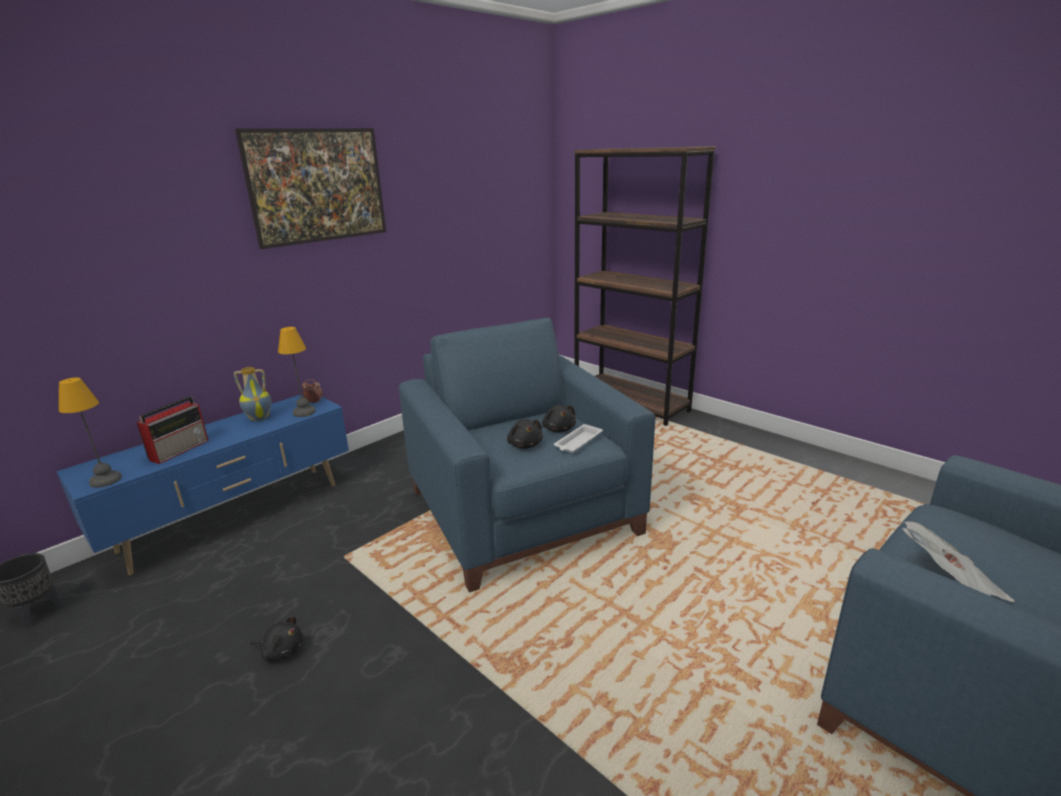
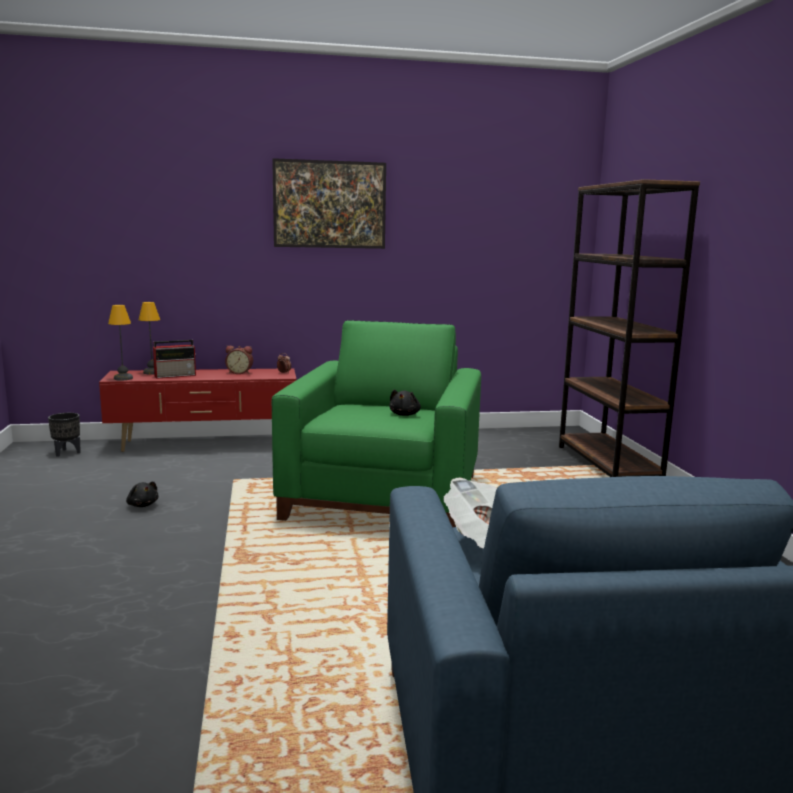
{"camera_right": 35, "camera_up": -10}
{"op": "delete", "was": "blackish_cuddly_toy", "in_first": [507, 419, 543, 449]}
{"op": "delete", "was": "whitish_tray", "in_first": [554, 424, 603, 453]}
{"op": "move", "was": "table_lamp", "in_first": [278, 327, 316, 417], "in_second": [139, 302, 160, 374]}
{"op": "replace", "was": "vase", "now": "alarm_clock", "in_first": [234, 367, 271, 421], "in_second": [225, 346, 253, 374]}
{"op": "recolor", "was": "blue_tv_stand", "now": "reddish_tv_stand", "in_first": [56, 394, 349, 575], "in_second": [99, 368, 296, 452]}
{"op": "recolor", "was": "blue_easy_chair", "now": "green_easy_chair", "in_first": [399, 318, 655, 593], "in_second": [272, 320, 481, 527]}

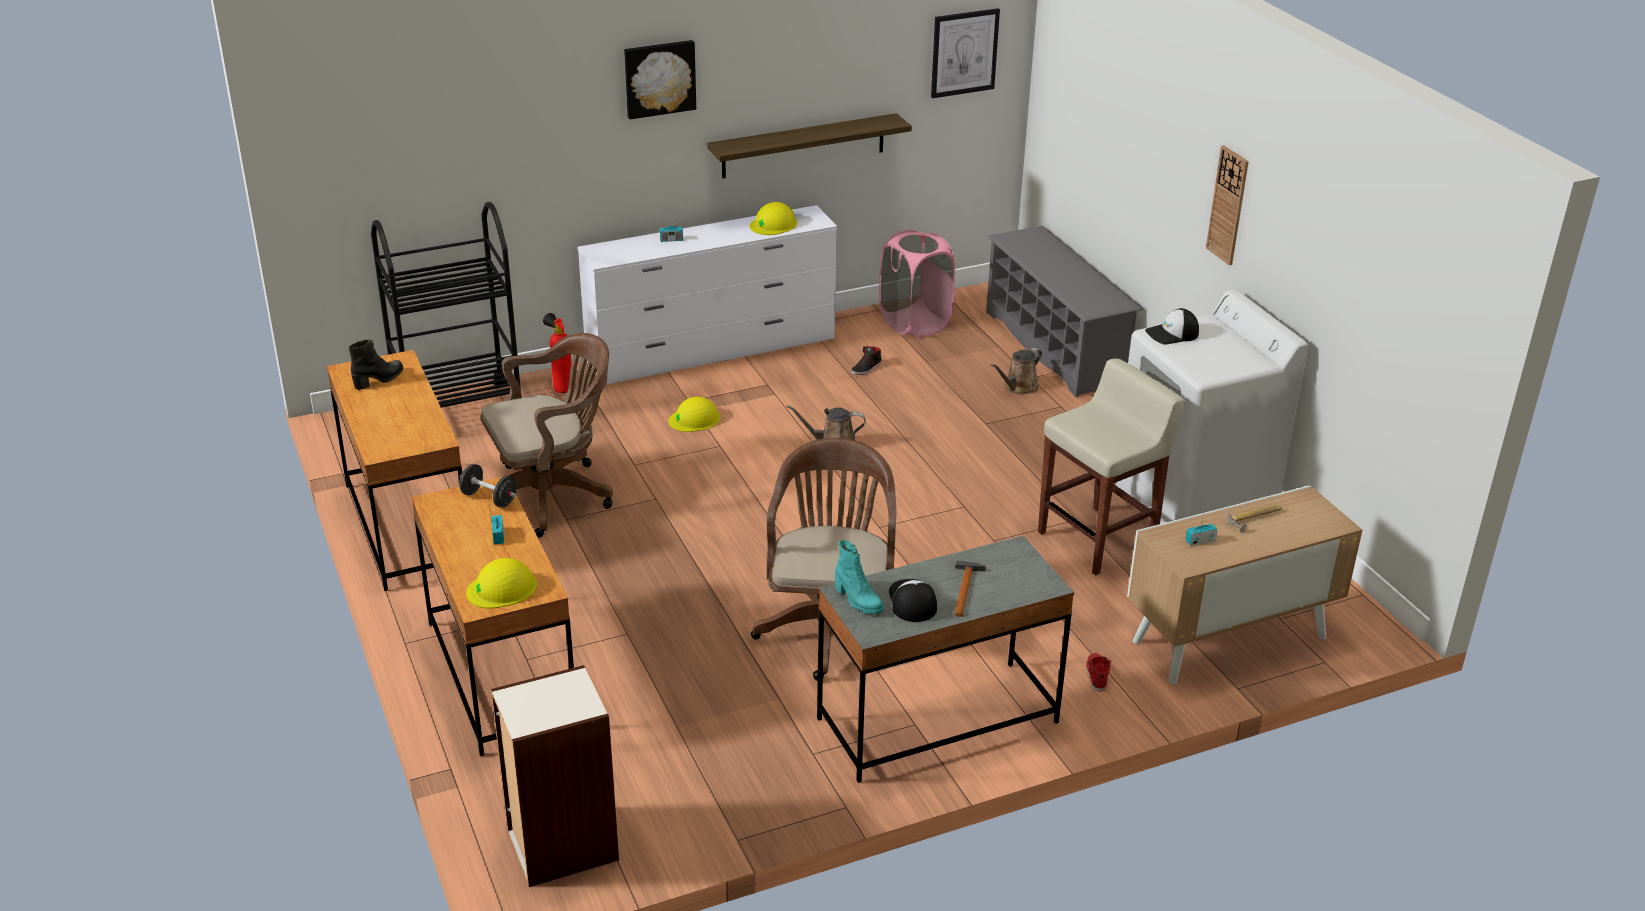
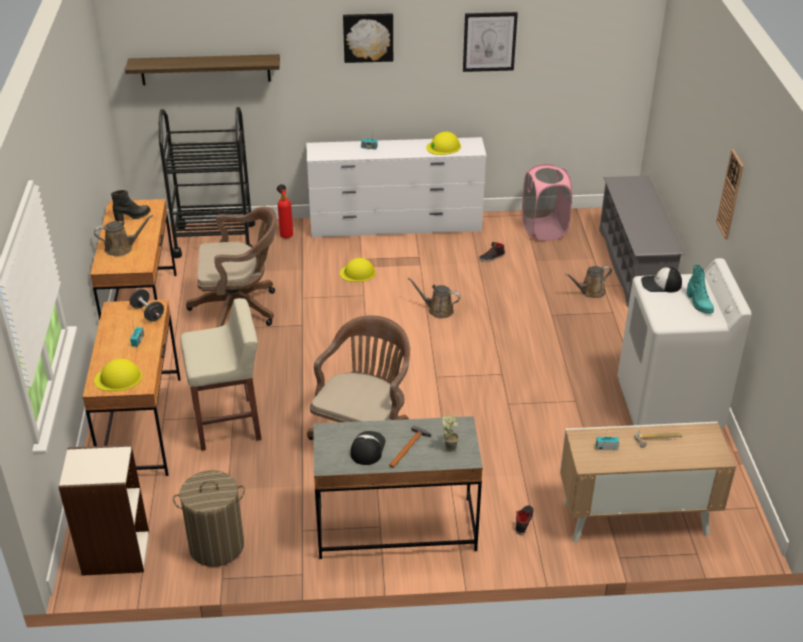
{"camera_right": 20, "camera_up": 5}
{"op": "insert", "now": "brown-coloured_watering_pot", "in_second": [94, 215, 153, 257]}
{"op": "insert", "now": "laundry_basket", "in_second": [173, 470, 245, 567]}
{"op": "insert", "now": "plant_in_a_pot", "in_second": [442, 413, 459, 452]}
{"op": "move", "was": "shelf", "in_first": [707, 113, 912, 178], "in_second": [125, 54, 280, 85]}
{"op": "move", "was": "turquoise_boot", "in_first": [835, 540, 884, 614], "in_second": [686, 264, 714, 314]}
{"op": "move", "was": "picture", "in_first": [931, 8, 1000, 98], "in_second": [463, 12, 518, 72]}
{"op": "move", "was": "beige-coloured_stool_seat", "in_first": [1038, 358, 1186, 575], "in_second": [180, 298, 262, 451]}
{"op": "recolor", "was": "reddish_shoe", "now": "blackish_shoe", "in_first": [1086, 653, 1112, 692], "in_second": [516, 505, 534, 535]}

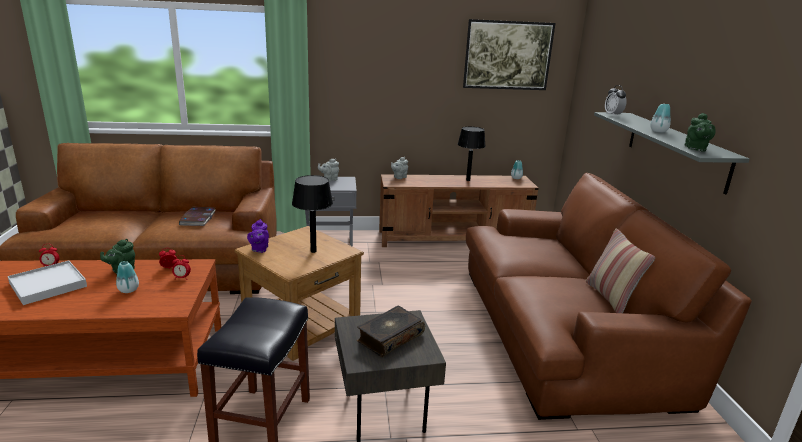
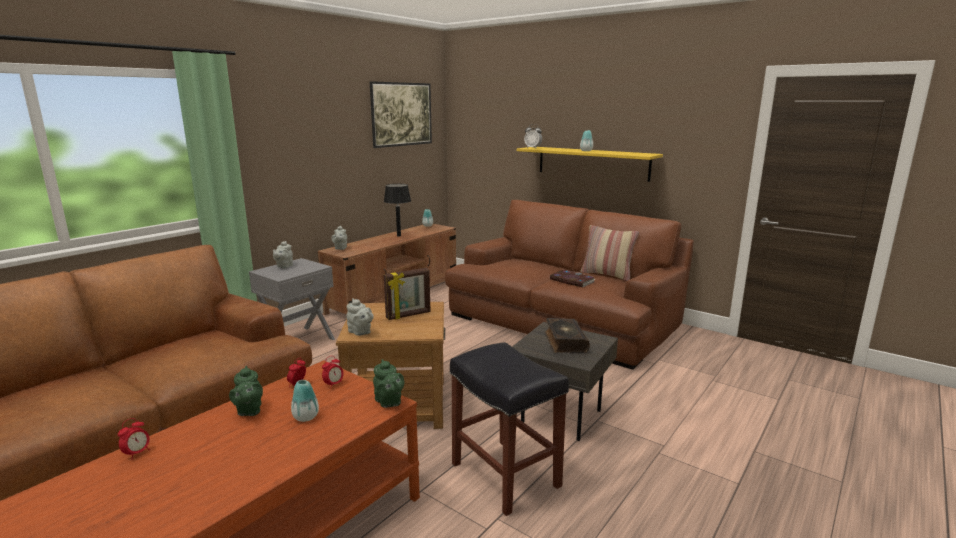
{"camera_right": -45, "camera_up": -5}
{"op": "delete", "was": "whitish_tray", "in_first": [8, 261, 87, 305]}
{"op": "move", "was": "book", "in_first": [179, 207, 215, 226], "in_second": [550, 270, 596, 287]}
{"op": "move", "was": "green_tea_pot", "in_first": [684, 113, 716, 152], "in_second": [373, 359, 404, 408]}
{"op": "replace", "was": "blackish_table_lamp", "now": "standing_frame", "in_first": [292, 175, 333, 253], "in_second": [384, 268, 431, 320]}
{"op": "recolor", "was": "purple-coloured_tea_pot", "now": "gray_tea_pot", "in_first": [247, 219, 269, 253], "in_second": [346, 298, 374, 336]}
{"op": "recolor", "was": "gray_shelf", "now": "yellowish_shelf", "in_first": [594, 112, 750, 195], "in_second": [517, 147, 663, 182]}

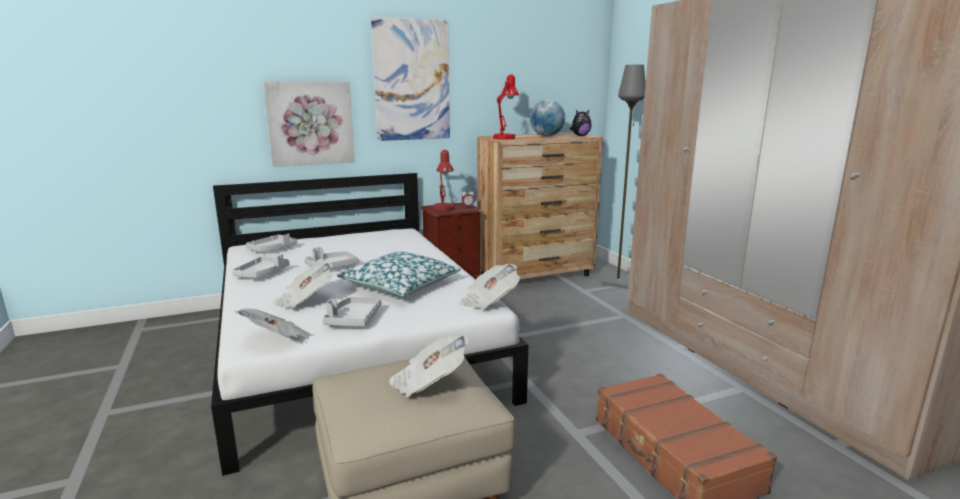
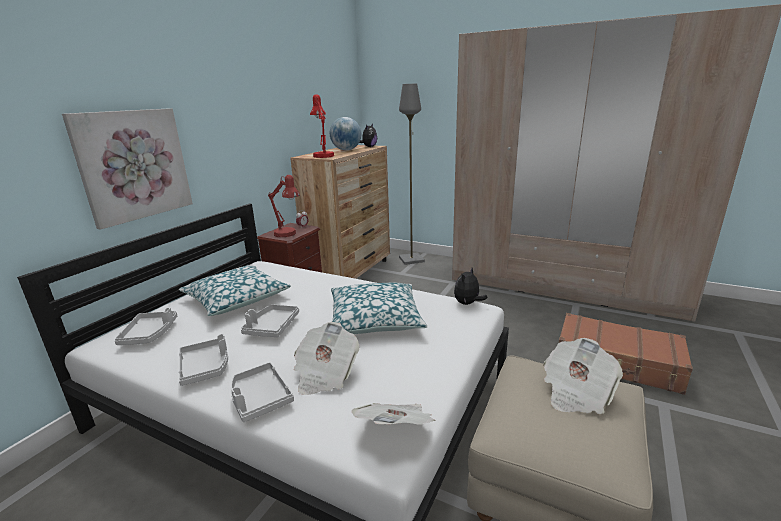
{"camera_right": -40, "camera_up": 5}
{"op": "delete", "was": "picture", "in_first": [371, 17, 450, 141]}
{"op": "insert", "now": "throw_pillow", "in_second": [179, 266, 291, 316]}
{"op": "move", "was": "gray_tray", "in_first": [323, 297, 381, 327], "in_second": [231, 362, 294, 422]}
{"op": "replace", "was": "printed_paper", "now": "cuddly_toy", "in_first": [460, 264, 520, 309], "in_second": [454, 268, 488, 305]}

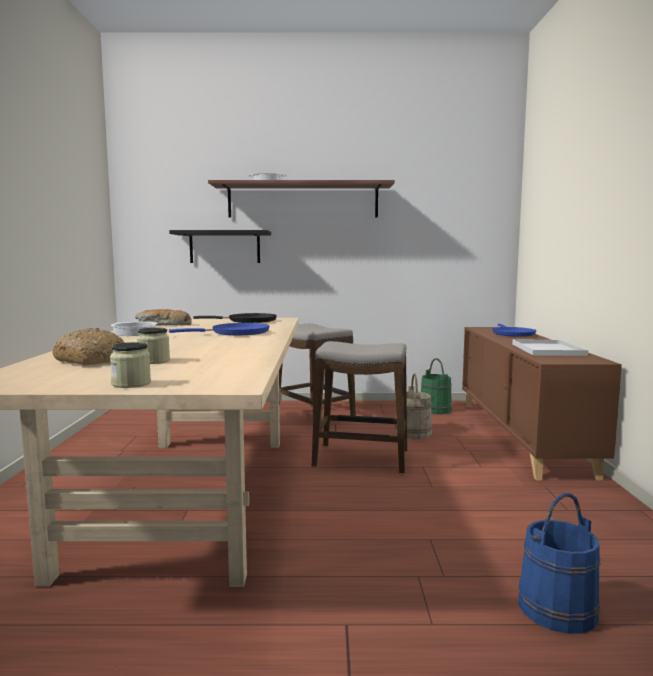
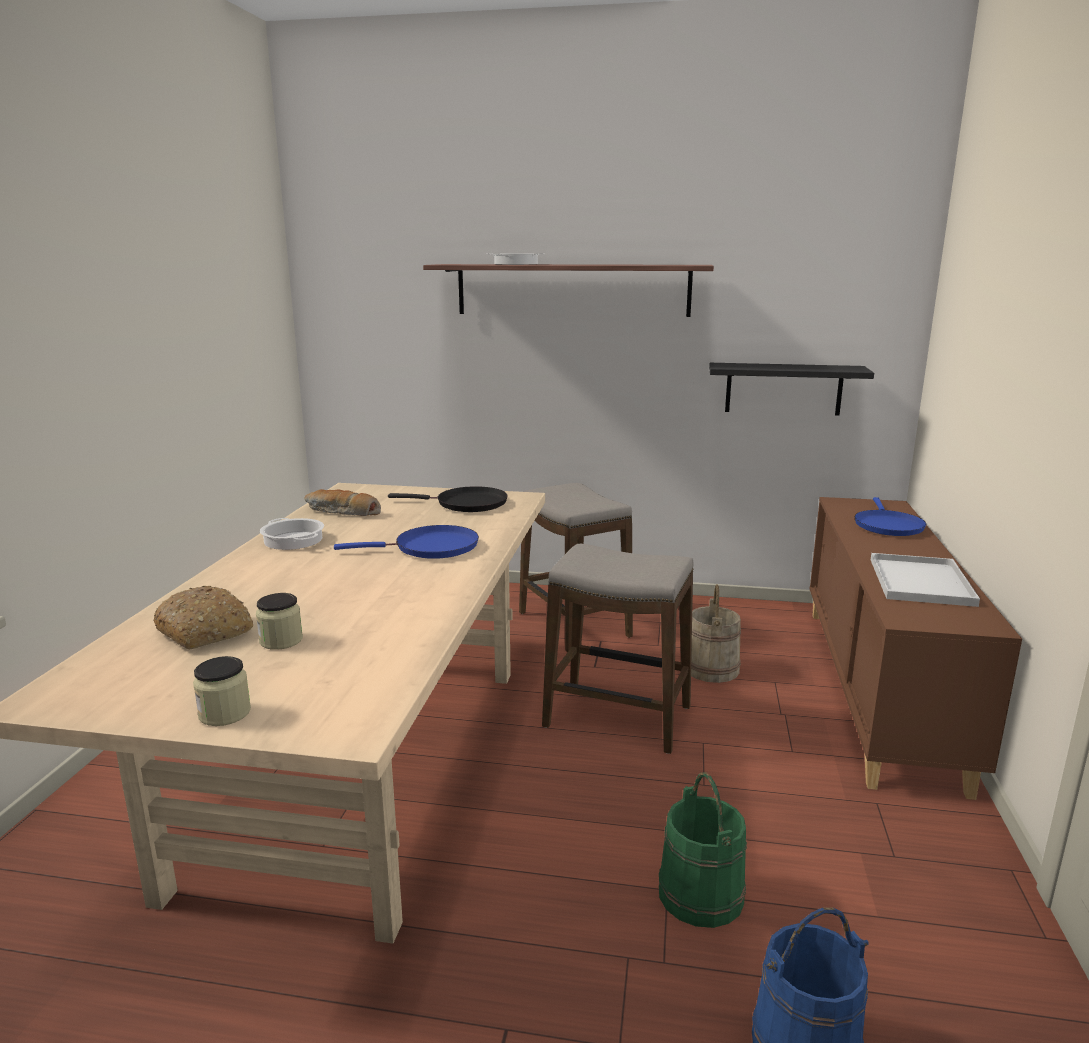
{"camera_right": 10, "camera_up": 10}
{"op": "move", "was": "blackish_shelf", "in_first": [169, 230, 271, 263], "in_second": [709, 363, 874, 416]}
{"op": "move", "was": "green_pail", "in_first": [421, 358, 452, 414], "in_second": [659, 772, 747, 928]}

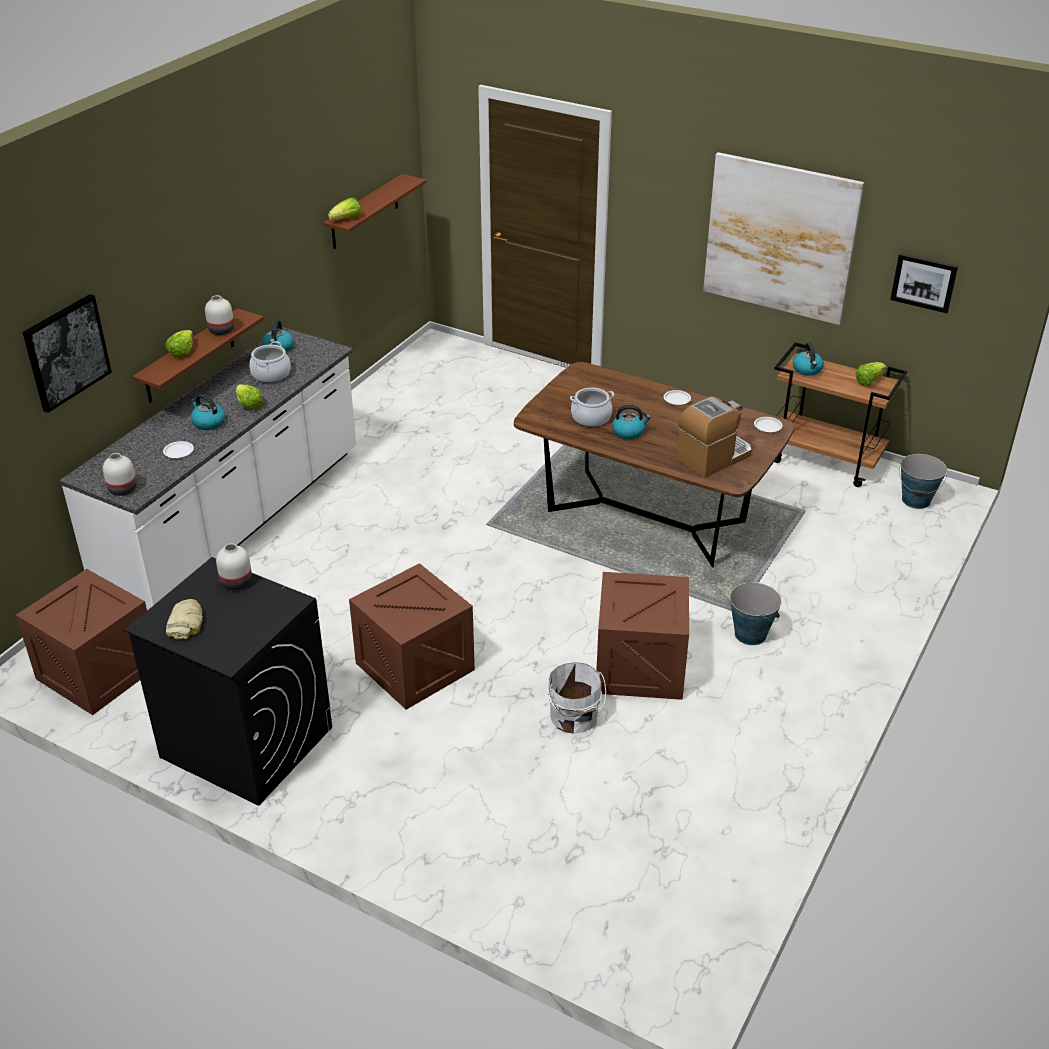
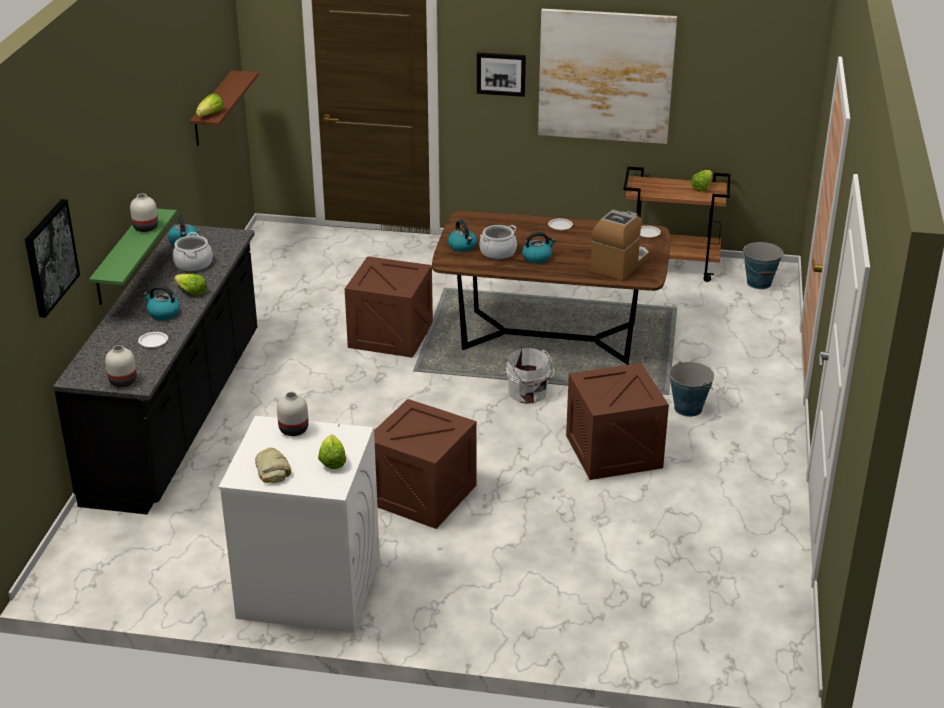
{"camera_right": -20, "camera_up": -5}
{"op": "move", "was": "crate", "in_first": [16, 569, 147, 715], "in_second": [345, 256, 433, 358]}
{"op": "move", "was": "lettuce", "in_first": [166, 330, 193, 357], "in_second": [318, 435, 346, 469]}
{"op": "move", "was": "whitish_pail", "in_first": [547, 662, 606, 734], "in_second": [506, 348, 554, 404]}
{"op": "move", "was": "water_kettle", "in_first": [793, 342, 824, 376], "in_second": [448, 220, 477, 252]}
{"op": "move", "was": "picture", "in_first": [890, 253, 958, 313], "in_second": [477, 52, 526, 97]}
{"op": "recolor", "was": "whitish_kitchen_counter", "now": "blackish_kitchen_counter", "in_first": [59, 327, 356, 610], "in_second": [53, 224, 257, 514]}
{"op": "recolor", "was": "blackish_washing_machine", "now": "whitish_washing_machine", "in_first": [124, 557, 332, 806], "in_second": [218, 416, 380, 633]}
{"op": "recolor", "was": "brown-coloured_shelf", "now": "green_shelf", "in_first": [132, 308, 264, 403], "in_second": [89, 209, 177, 305]}

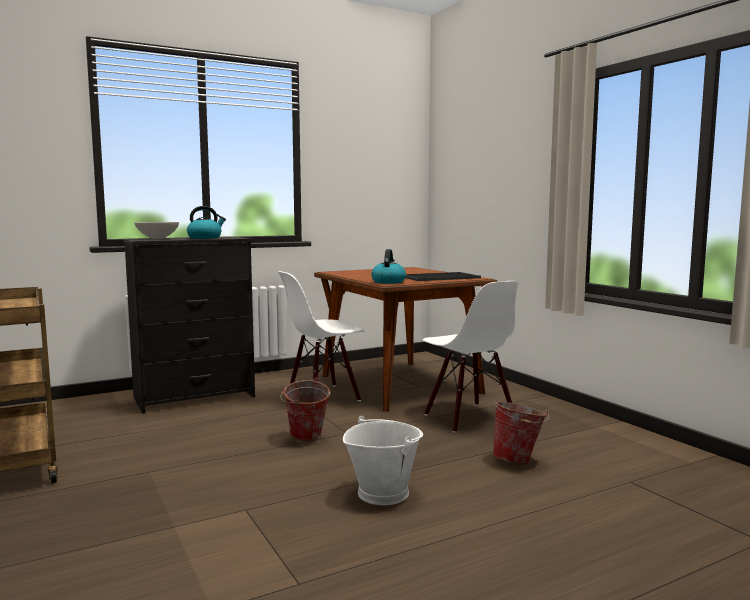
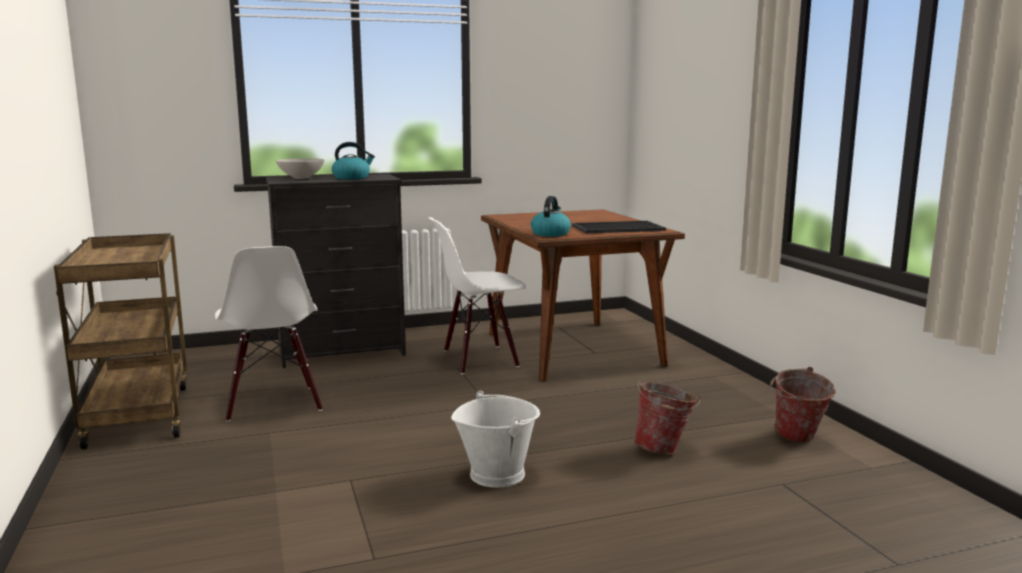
{"camera_right": 10, "camera_up": 5}
{"op": "move", "was": "pail", "in_first": [280, 378, 331, 441], "in_second": [770, 367, 835, 443]}
{"op": "move", "was": "whitish_chair", "in_first": [423, 281, 518, 433], "in_second": [215, 246, 323, 422]}

